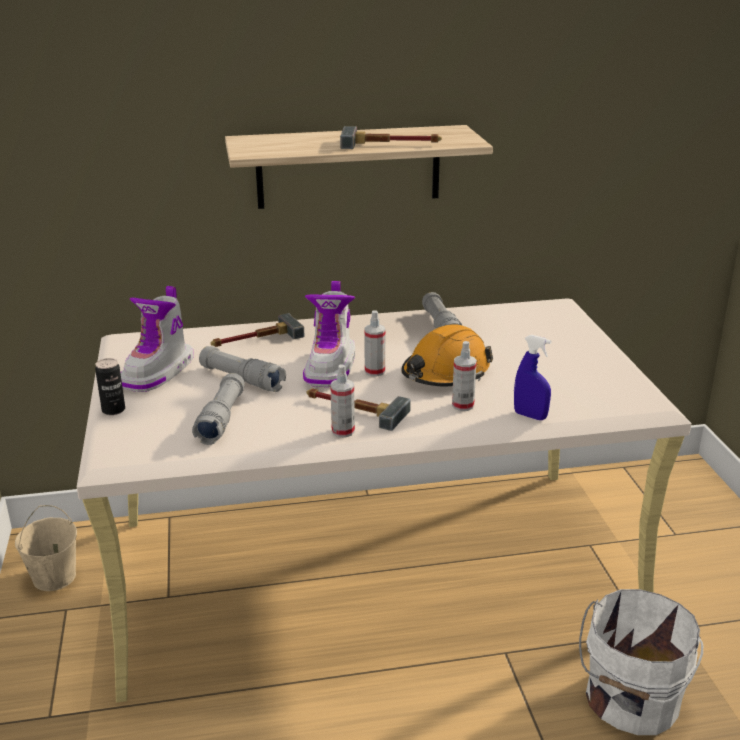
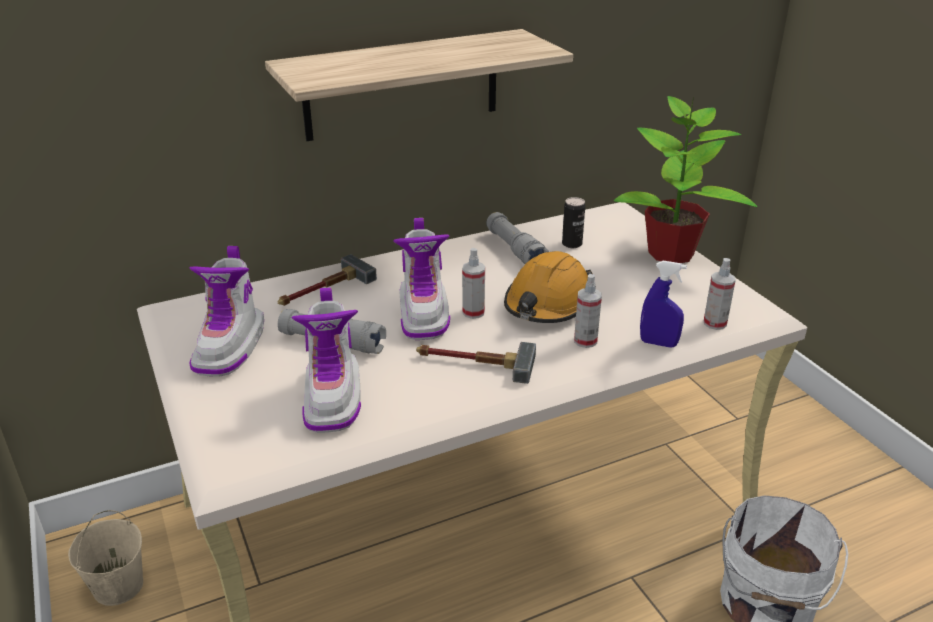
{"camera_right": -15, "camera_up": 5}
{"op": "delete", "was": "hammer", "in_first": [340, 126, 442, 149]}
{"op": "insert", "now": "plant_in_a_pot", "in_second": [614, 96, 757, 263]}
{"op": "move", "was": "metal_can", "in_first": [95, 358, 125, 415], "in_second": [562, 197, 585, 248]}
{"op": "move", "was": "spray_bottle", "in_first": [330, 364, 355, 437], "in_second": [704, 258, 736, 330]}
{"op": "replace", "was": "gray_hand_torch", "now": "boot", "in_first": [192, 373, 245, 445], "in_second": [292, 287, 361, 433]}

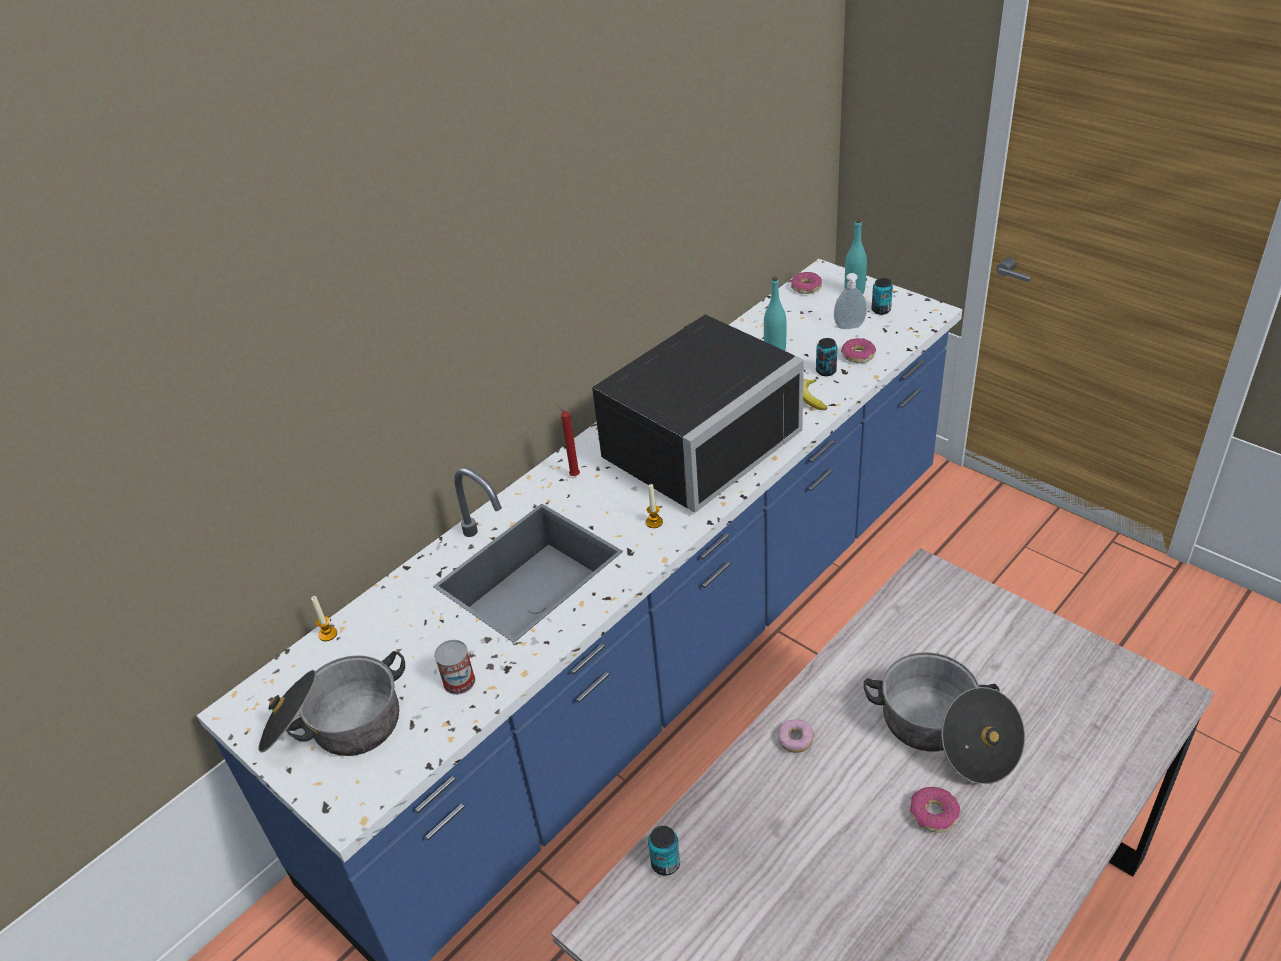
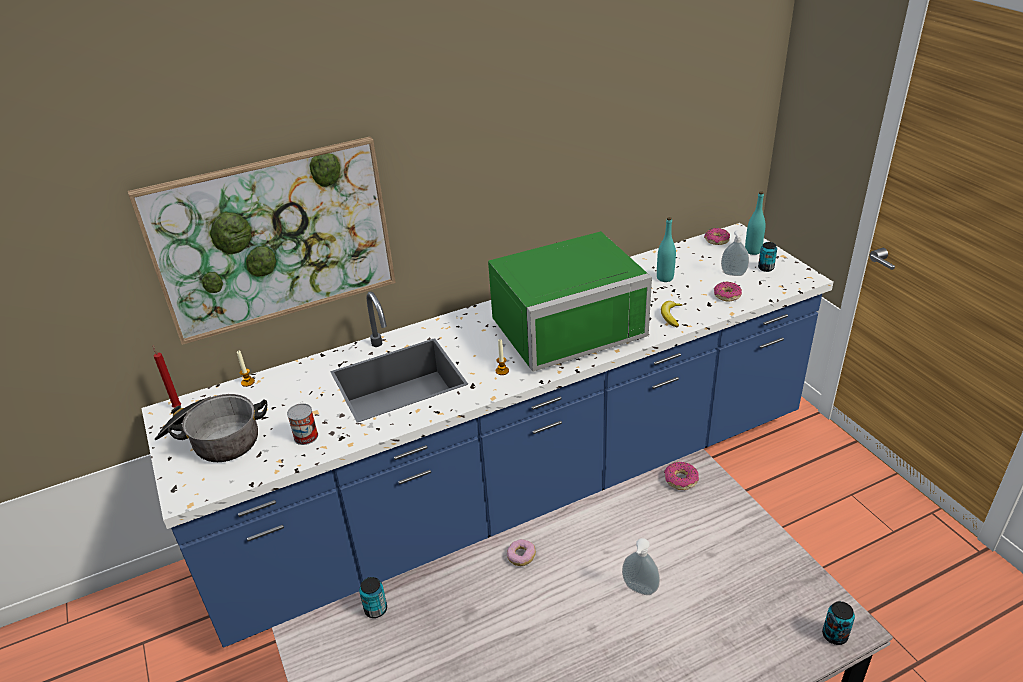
{"camera_right": 20, "camera_up": -5}
{"op": "insert", "now": "picture", "in_second": [128, 137, 396, 345]}
{"op": "move", "was": "reddish_wax_candle", "in_first": [557, 404, 580, 476], "in_second": [153, 345, 181, 408]}
{"op": "move", "was": "metal_can", "in_first": [816, 338, 837, 376], "in_second": [822, 601, 855, 645]}
{"op": "move", "was": "ring_doughnut", "in_first": [910, 787, 960, 833], "in_second": [664, 462, 699, 490]}
{"op": "replace", "was": "stockpot", "now": "liquid_soap_bottle", "in_first": [864, 652, 1025, 784], "in_second": [622, 538, 660, 595]}
{"op": "recolor", "was": "blackish_kitchen_microwave", "now": "green_kitchen_microwave", "in_first": [592, 314, 804, 513], "in_second": [488, 231, 652, 371]}

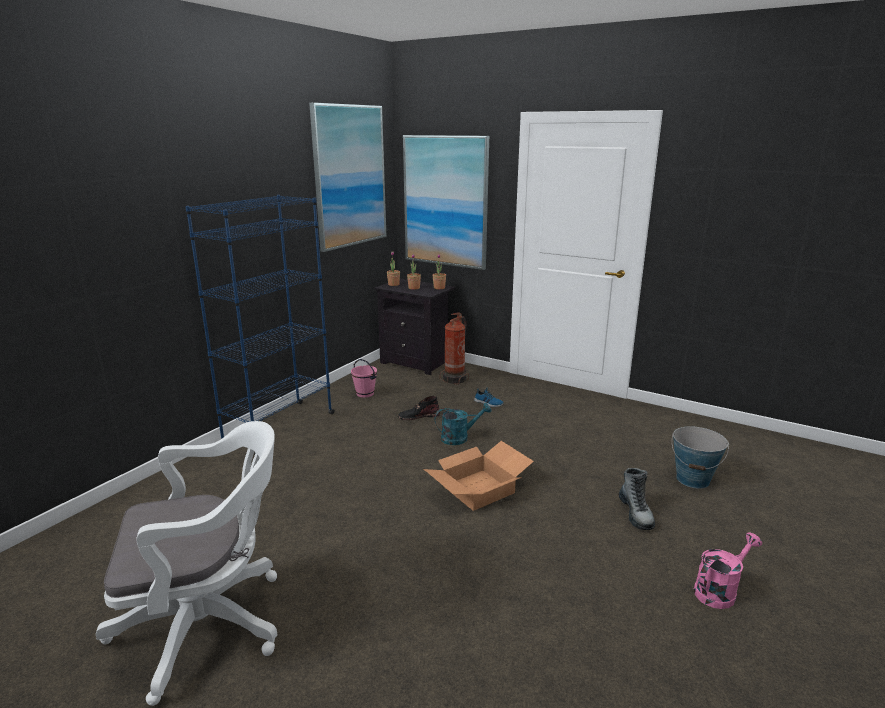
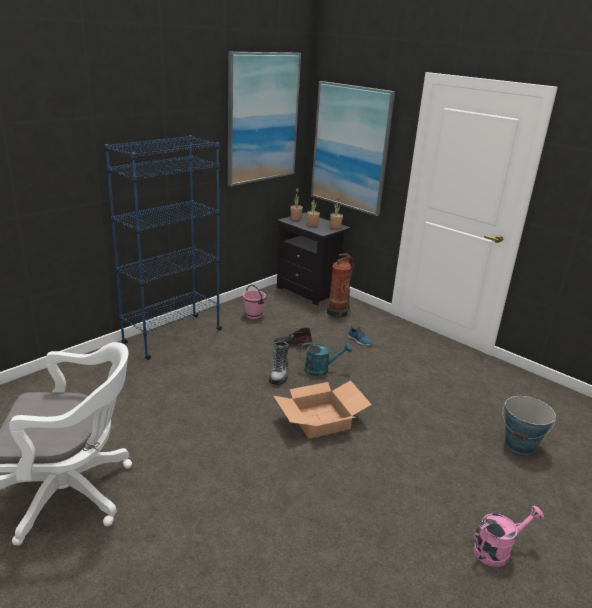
{"camera_right": 10, "camera_up": 5}
{"op": "move", "was": "boot", "in_first": [619, 468, 655, 530], "in_second": [269, 341, 289, 384]}

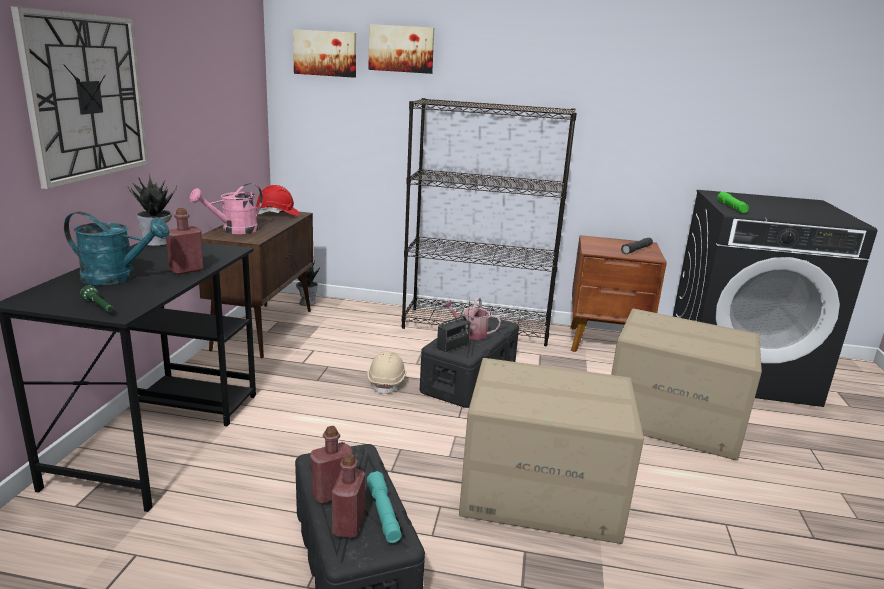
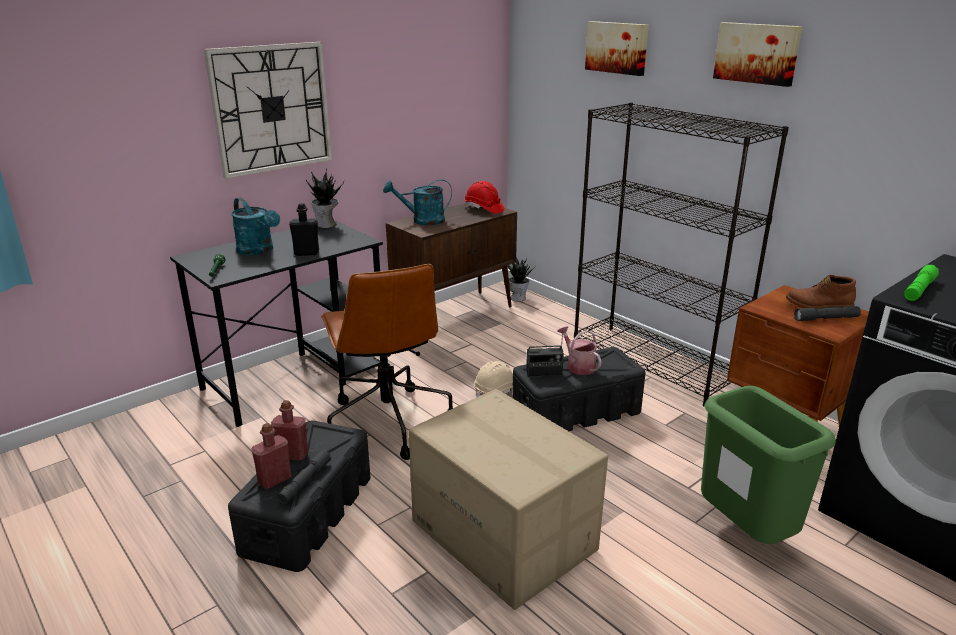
{"camera_right": 40, "camera_up": 5}
{"op": "insert", "now": "brown-coloured_desk_chair", "in_second": [321, 264, 453, 460]}
{"op": "insert", "now": "brown-coloured_boot", "in_second": [786, 275, 856, 309]}
{"op": "move", "was": "picture", "in_first": [293, 29, 356, 78], "in_second": [713, 22, 802, 87]}
{"op": "replace", "was": "packing_box", "now": "green_waste_bin", "in_first": [611, 308, 762, 461], "in_second": [701, 386, 836, 544]}
{"op": "recolor", "was": "reddish_bottle", "now": "blackish_bottle", "in_first": [166, 208, 203, 275], "in_second": [289, 203, 319, 256]}
{"op": "recolor", "was": "pink-coloured_watering_pot", "now": "turquoise_watering_pot", "in_first": [189, 183, 263, 234], "in_second": [383, 179, 452, 225]}
{"op": "recolor", "was": "turquoise_hand_torch", "now": "gray_hand_torch", "in_first": [367, 471, 402, 543], "in_second": [277, 450, 331, 504]}

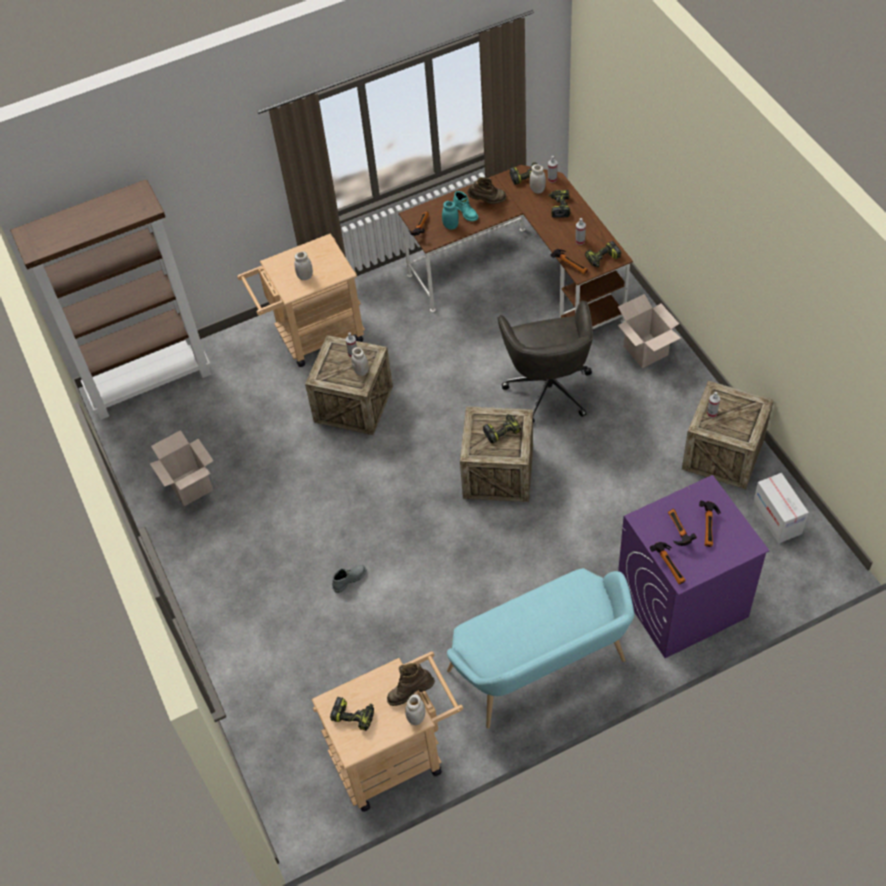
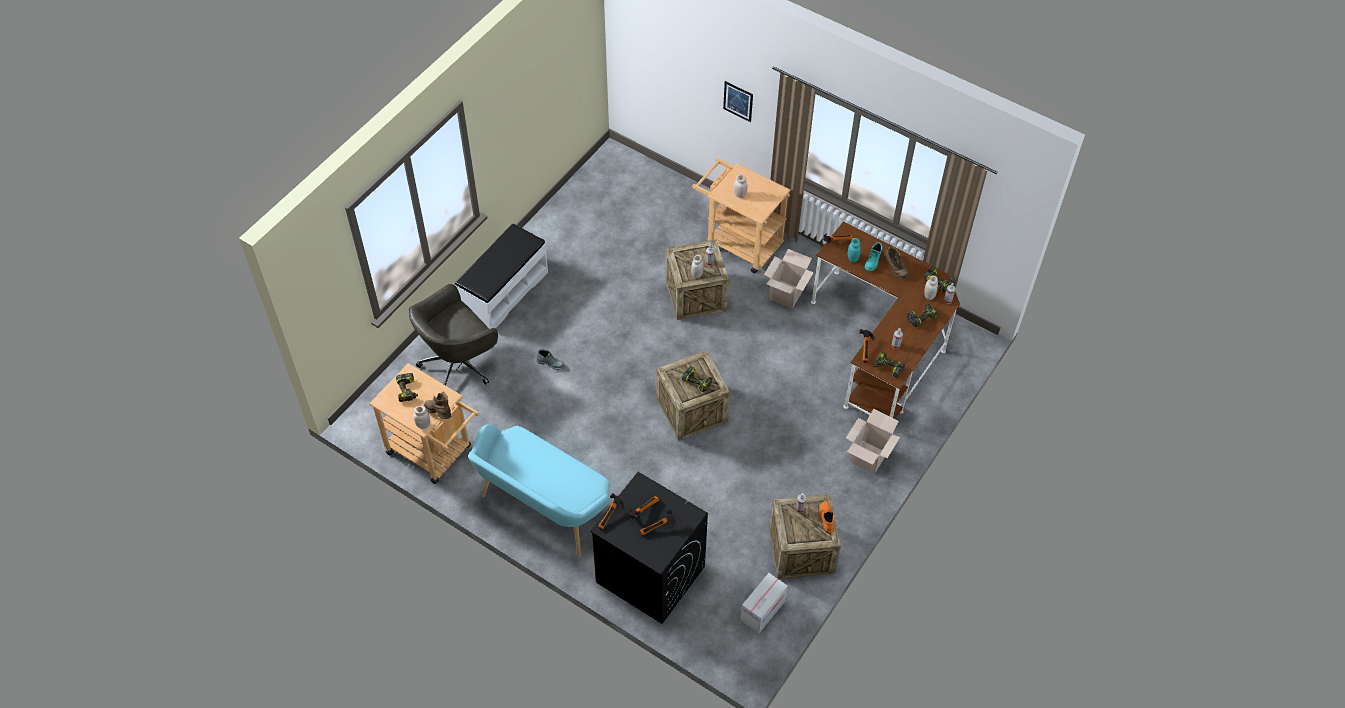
{"camera_right": 55, "camera_up": 0}
{"op": "delete", "was": "brown-coloured_bookshelf", "in_first": [10, 179, 211, 420]}
{"op": "insert", "now": "whitish_bench", "in_second": [455, 223, 548, 329]}
{"op": "insert", "now": "picture", "in_second": [723, 81, 753, 122]}
{"op": "insert", "now": "orange_boot", "in_second": [819, 501, 834, 533]}
{"op": "move", "was": "packing_box", "in_first": [150, 430, 214, 506], "in_second": [764, 249, 814, 309]}
{"op": "move", "was": "gray_desk_chair", "in_first": [498, 301, 593, 423], "in_second": [409, 284, 498, 385]}
{"op": "recolor", "was": "purple-coloured_washing_machine", "now": "blackish_washing_machine", "in_first": [618, 475, 770, 658], "in_second": [590, 472, 708, 624]}

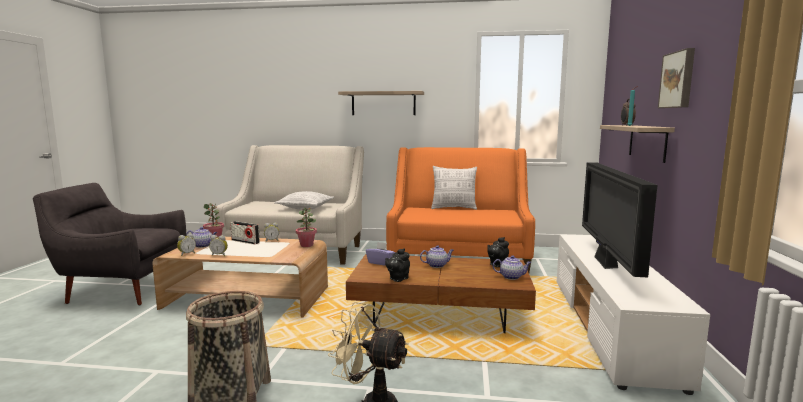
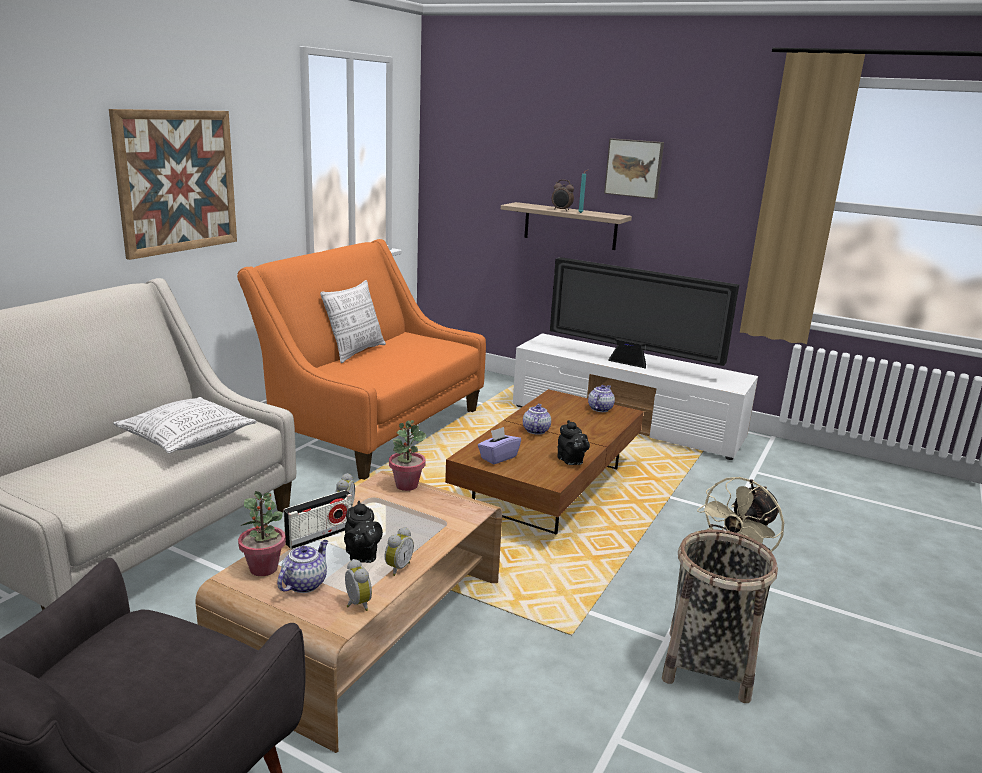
{"camera_right": -70, "camera_up": 10}
{"op": "move", "was": "blackish_tea_pot", "in_first": [487, 237, 509, 267], "in_second": [344, 501, 383, 563]}
{"op": "replace", "was": "shelf", "now": "picture", "in_first": [338, 91, 424, 115], "in_second": [109, 109, 237, 260]}

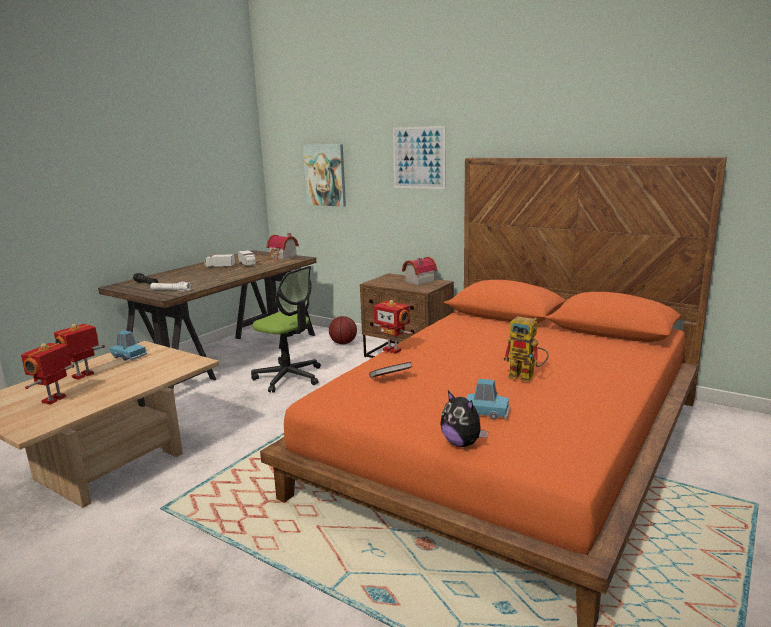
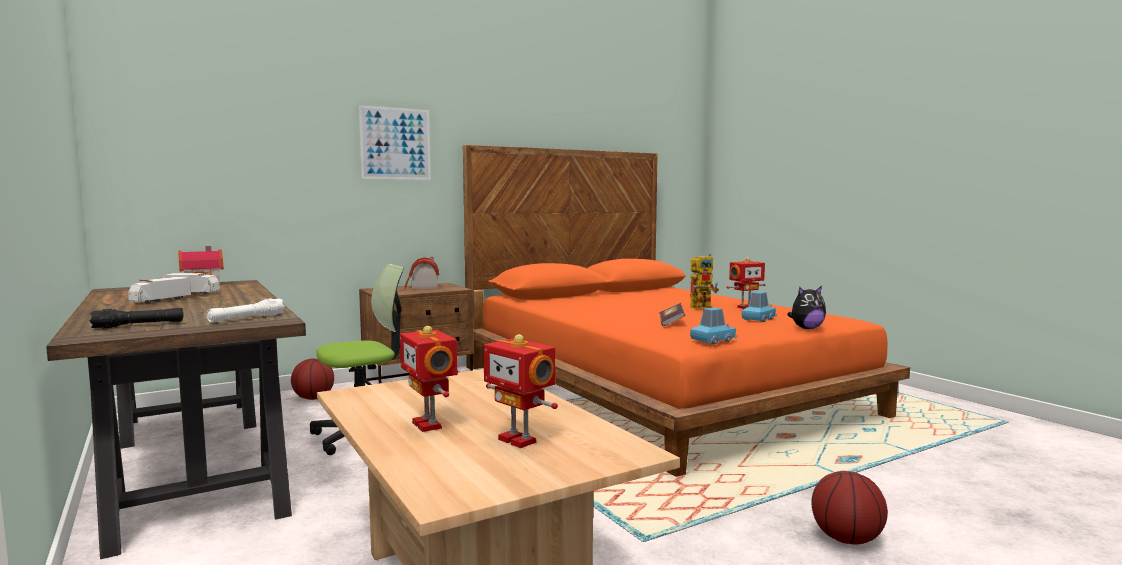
{"camera_right": -65, "camera_up": -10}
{"op": "delete", "was": "picture", "in_first": [303, 144, 346, 207]}
{"op": "insert", "now": "ball_for_basketball", "in_second": [811, 471, 888, 545]}
{"op": "move", "was": "blue_toy_car", "in_first": [110, 330, 147, 361], "in_second": [690, 307, 737, 344]}
{"op": "move", "was": "model_robot", "in_first": [373, 300, 413, 354], "in_second": [727, 257, 765, 309]}

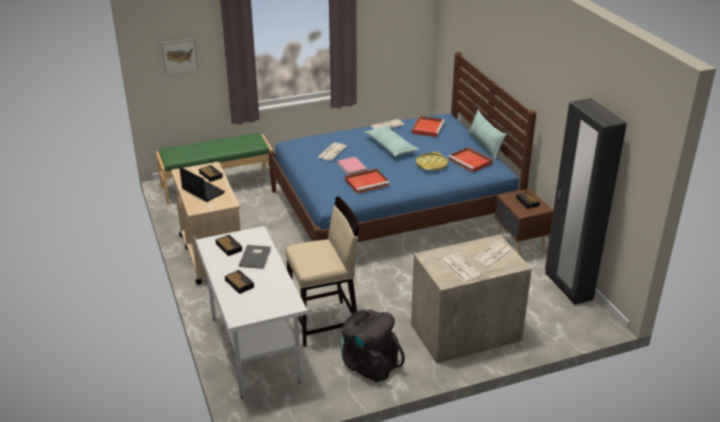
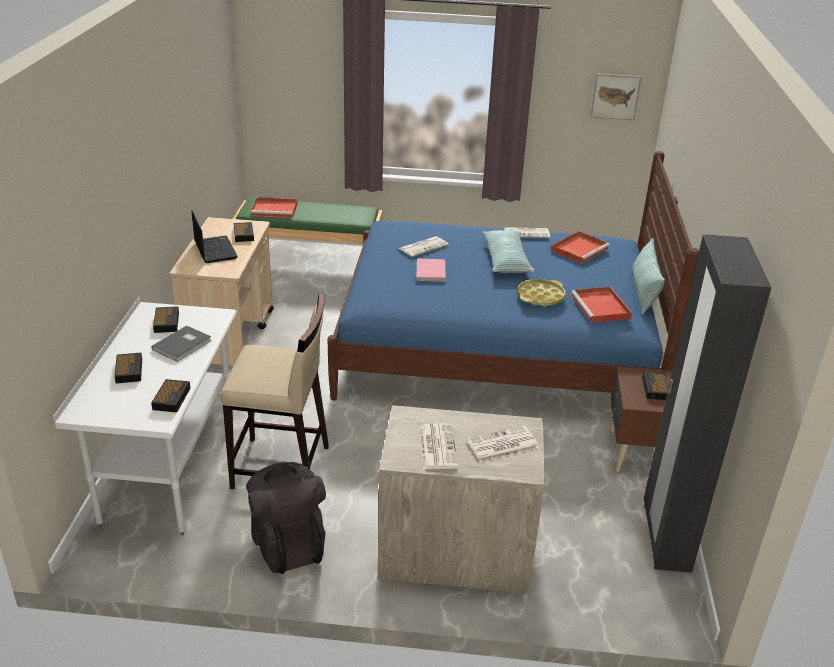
{"camera_right": 25, "camera_up": 0}
{"op": "insert", "now": "alarm_clock", "in_second": [151, 379, 191, 412]}
{"op": "move", "was": "picture", "in_first": [161, 39, 198, 75], "in_second": [590, 73, 642, 120]}
{"op": "move", "was": "reddish_tray", "in_first": [345, 169, 389, 193], "in_second": [251, 197, 298, 218]}

